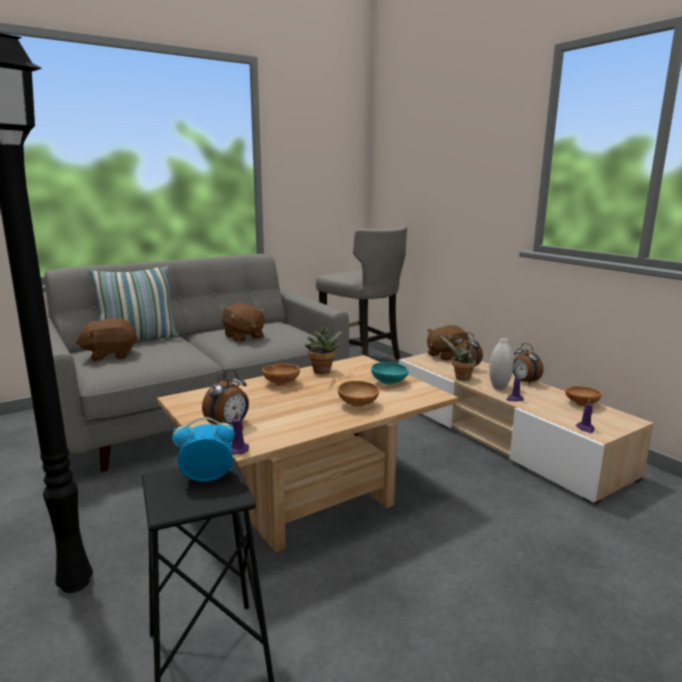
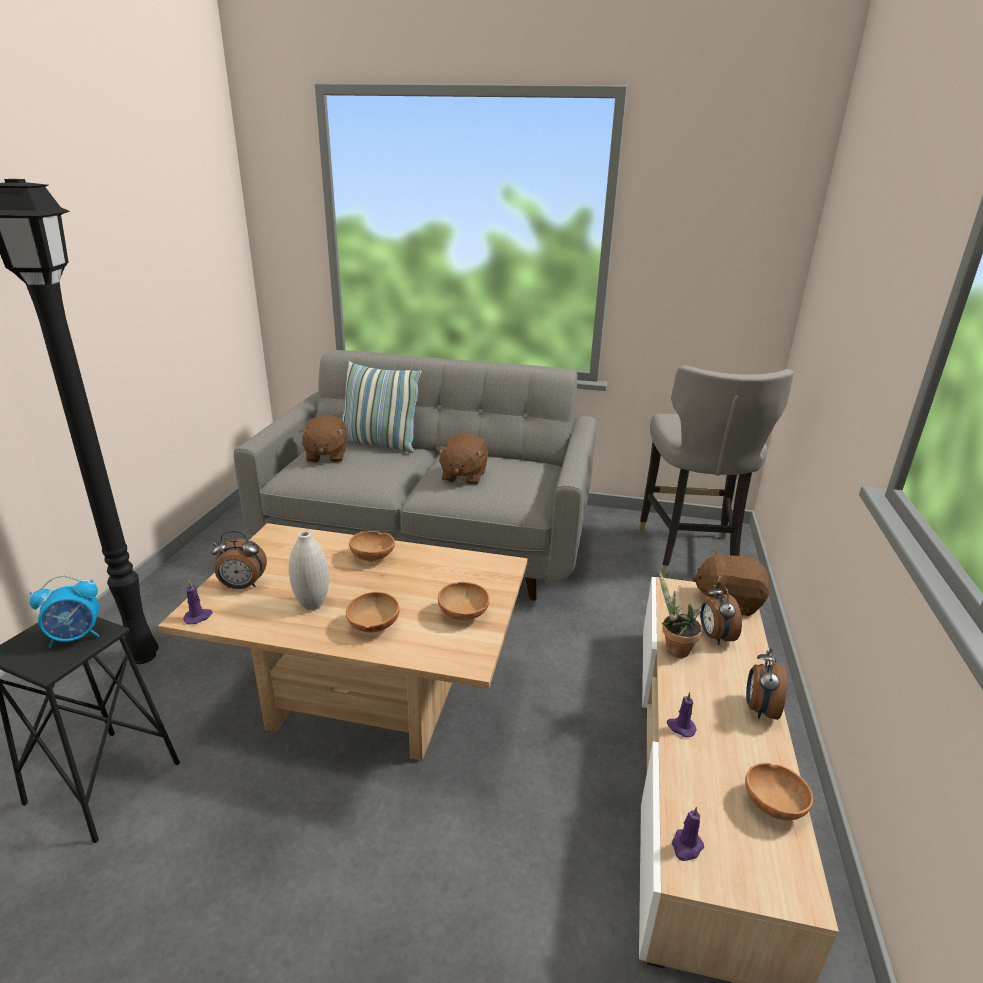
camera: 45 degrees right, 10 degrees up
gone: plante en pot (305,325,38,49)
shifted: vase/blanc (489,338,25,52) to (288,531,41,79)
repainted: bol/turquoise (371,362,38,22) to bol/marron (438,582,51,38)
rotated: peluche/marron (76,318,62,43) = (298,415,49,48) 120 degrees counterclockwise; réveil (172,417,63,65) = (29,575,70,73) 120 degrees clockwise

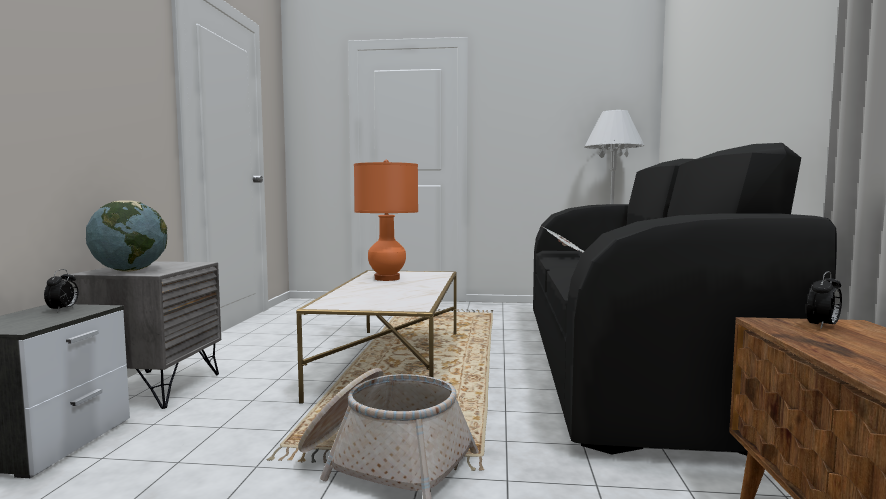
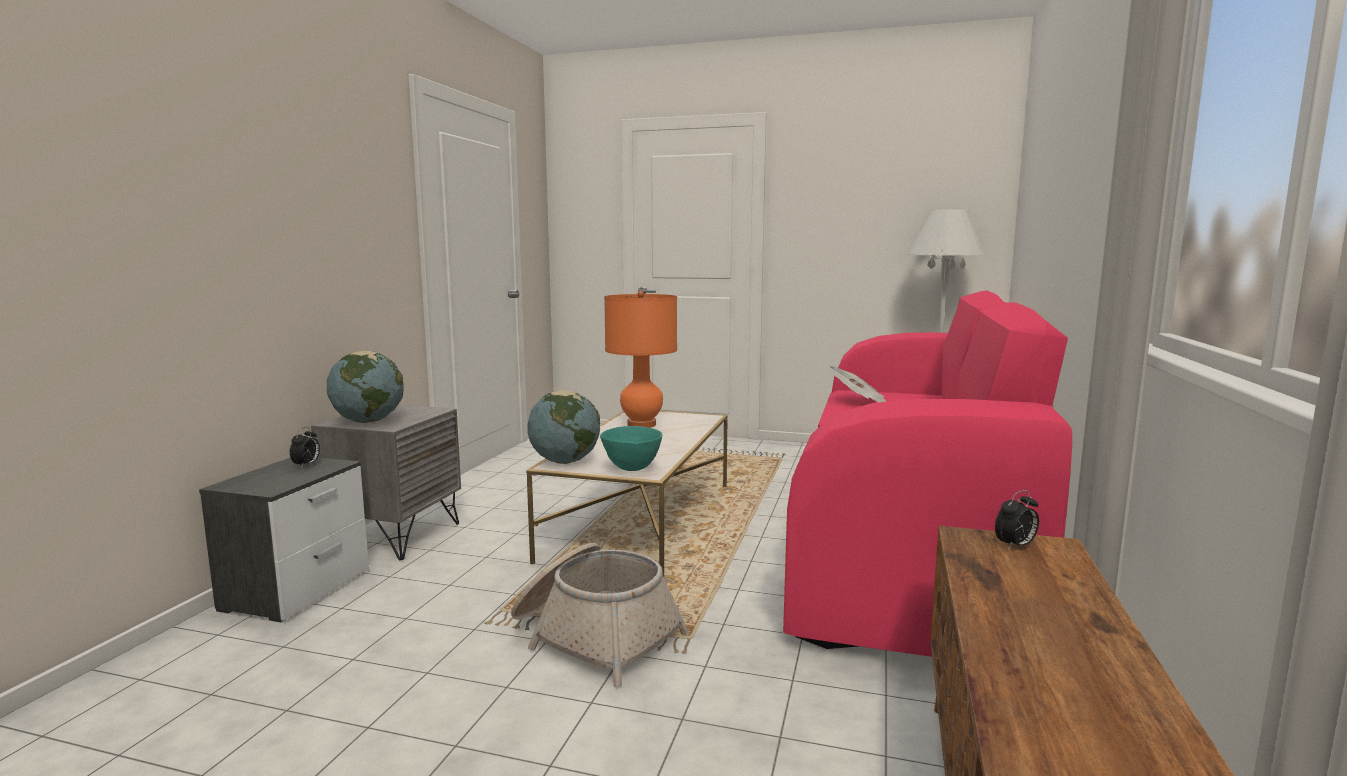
camera: 10 degrees right, 5 degrees up
new: globe (527,390,73,74); bol/turquoise (600,426,62,45)
repainted: canapé/noir (533,143,304,312) to canapé/rose (783,290,289,367)

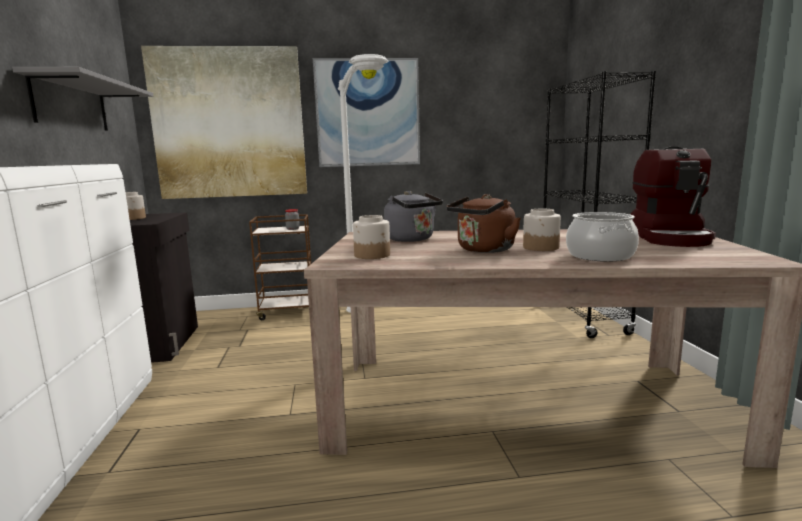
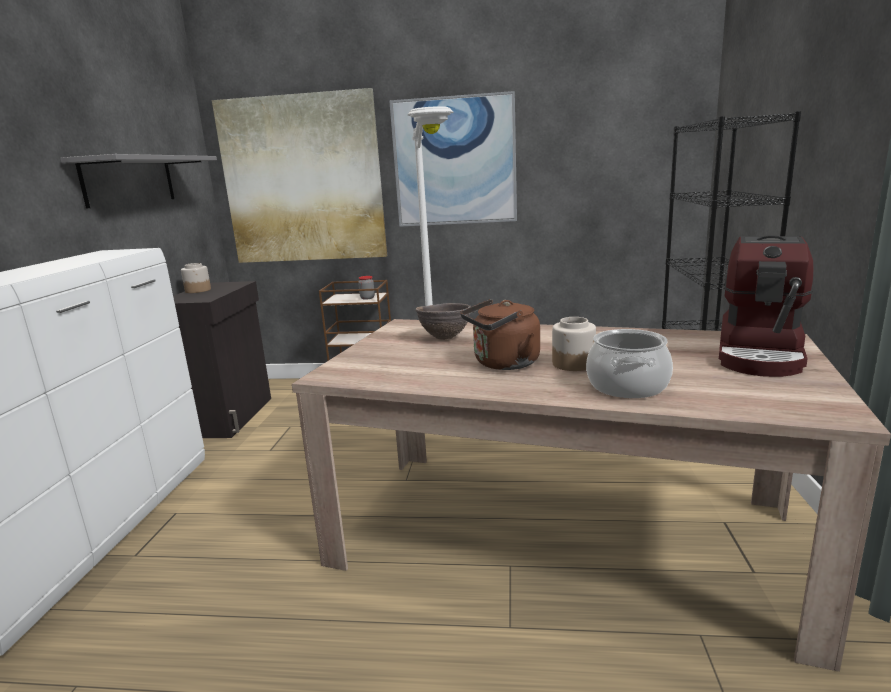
camera: 15 degrees right, 5 degrees up
gone: bocal (353,215,37,44)
swapped: bouilloire/gris (384,191,59,51) to bol/marron (415,303,56,37)

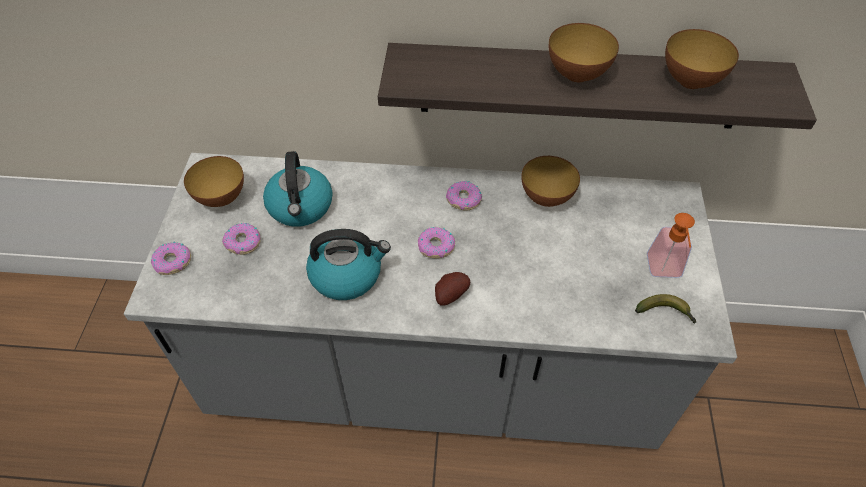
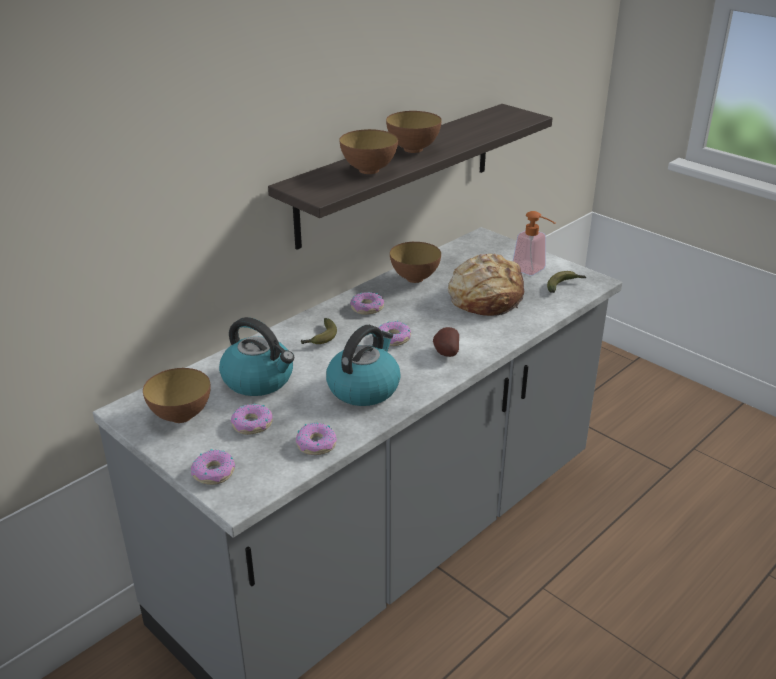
camera: 50 degrees left, 20 degrees down
new: beignet (296,423,41,32); banane (301,318,36,26); pain (448,254,76,62)
shifted: bol (665,29,74,60) to (340,129,58,45)

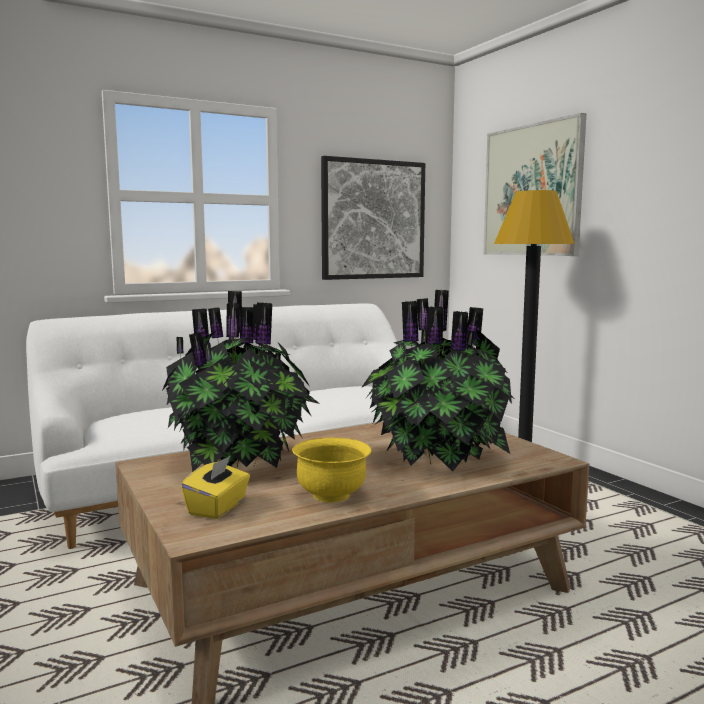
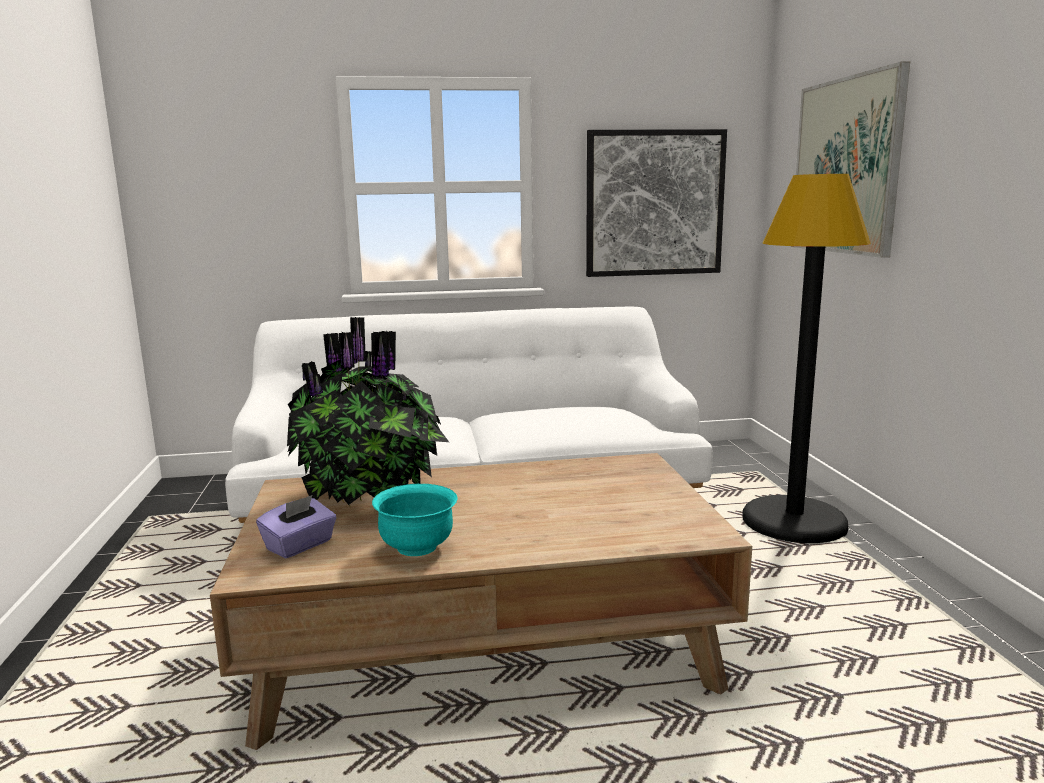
camera: 20 degrees right, 5 degrees up
gone: plante en pot (361,290,155,182)
repainted: boîte à mouchoirs/jaune (181,455,69,64) to boîte à mouchoirs/violet (256,495,81,63); bol/jaune (292,438,79,64) to bol/turquoise (372,484,86,72)

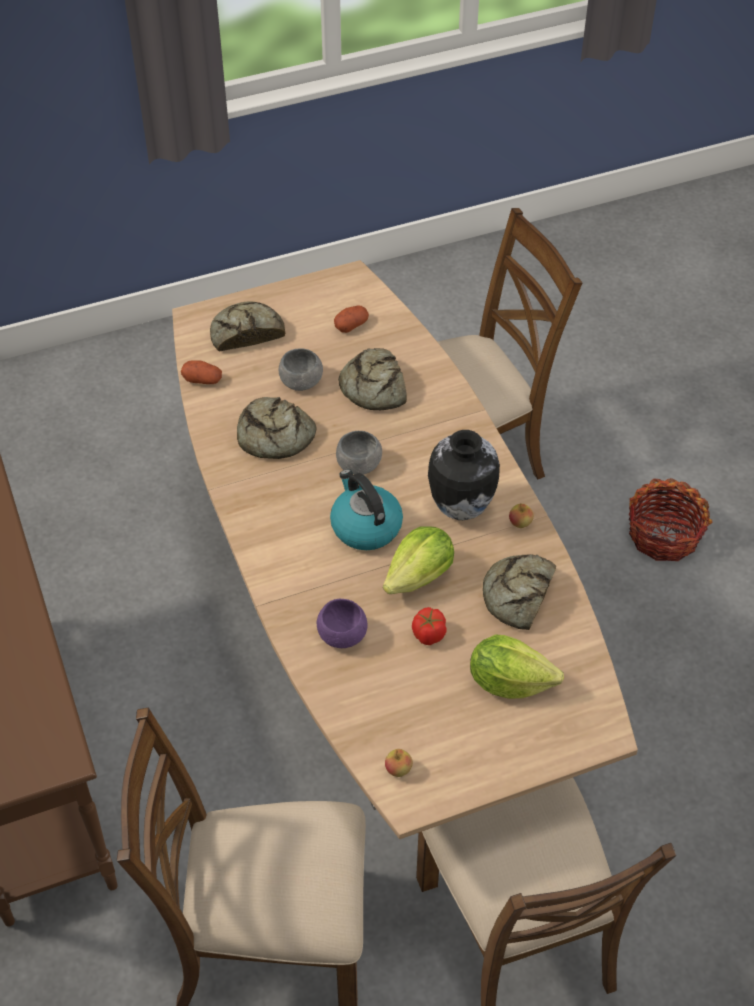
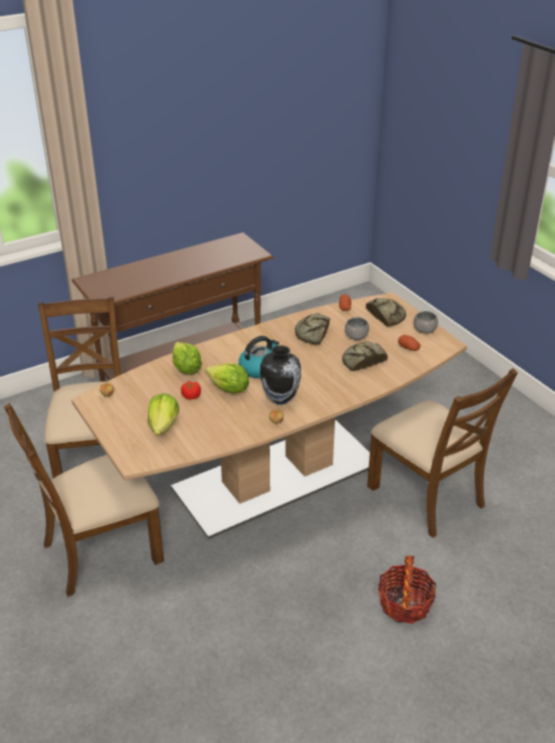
camera: 80 degrees right, 15 degrees down
gone: pain (483,554,73,76)
shifted: bol/gris (336,431,46,44) to (414,311,24,23)
swapped: bol/violet (317,599,50,49) to laitue (172,342,30,33)

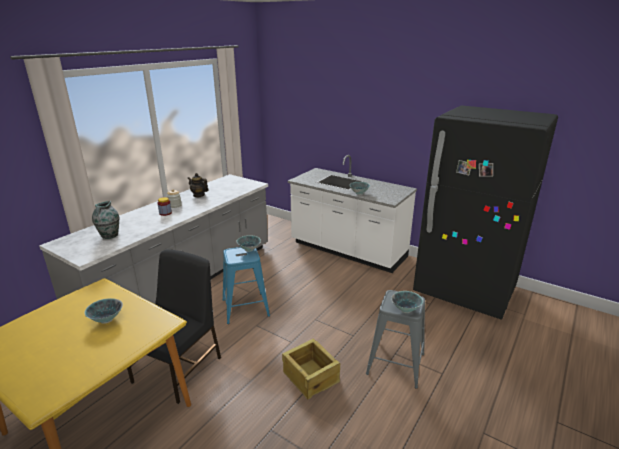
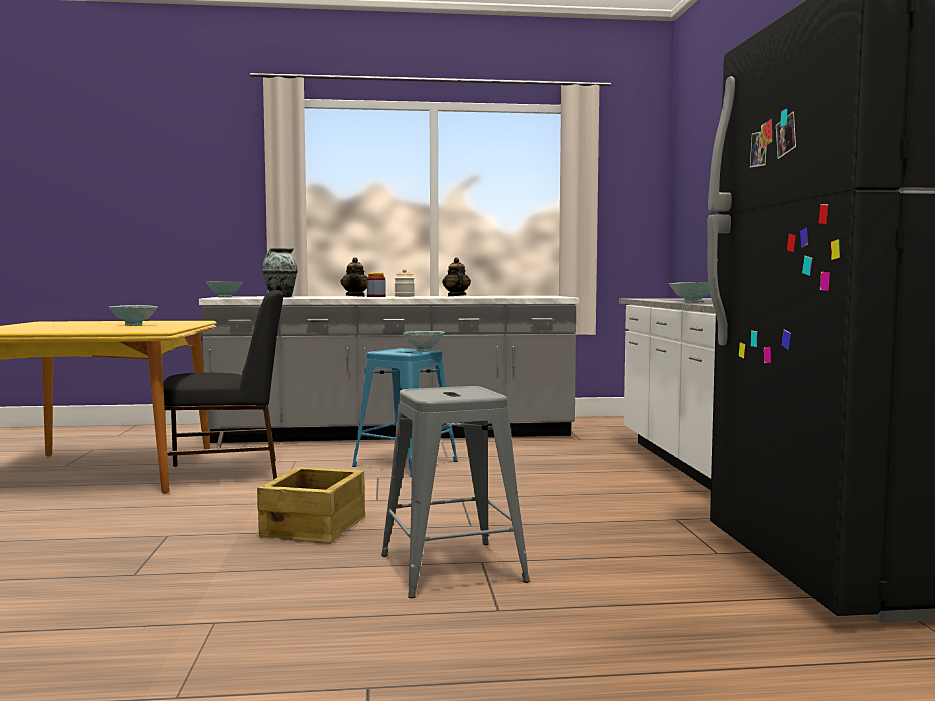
camera: 50 degrees right, 20 degrees down
new: théière (340,257,27,40)
shifted: bol (391,291,32,22) to (205,281,38,16)

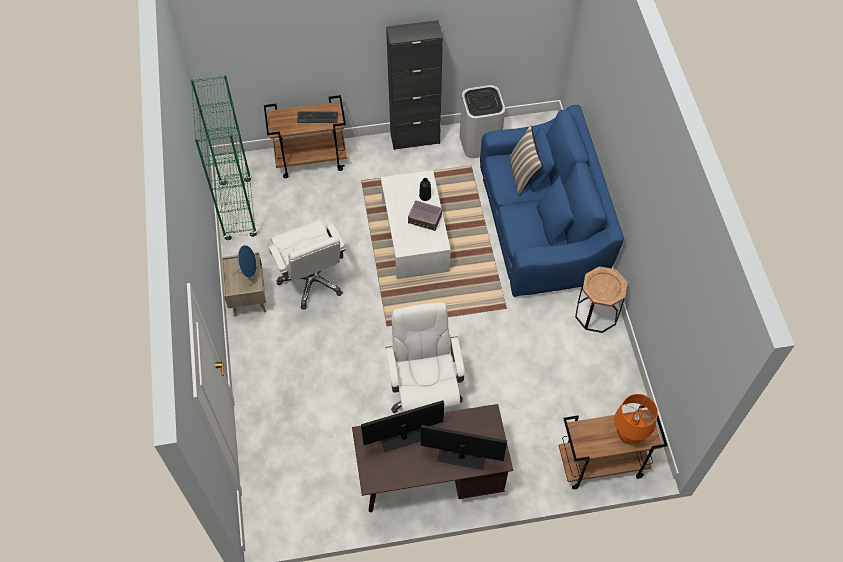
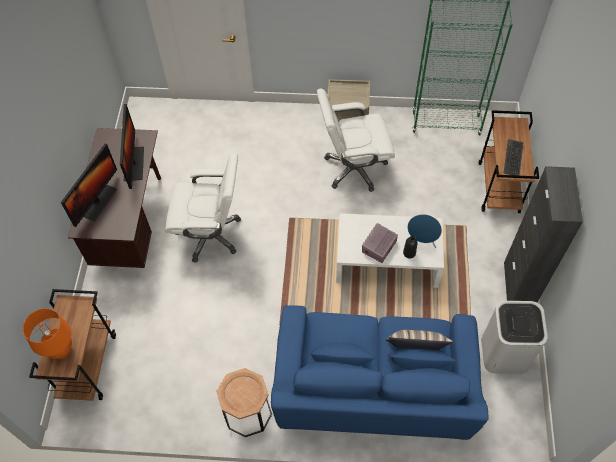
camera: 105 degrees right, 0 degrees up
shifted: enceinte/bleu (233,245,24,43) to (406,214,36,34)

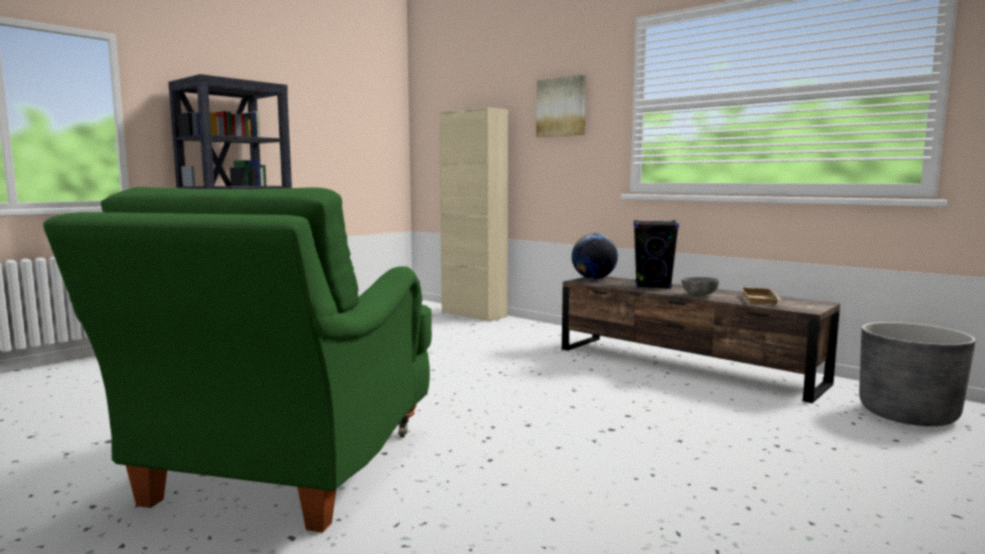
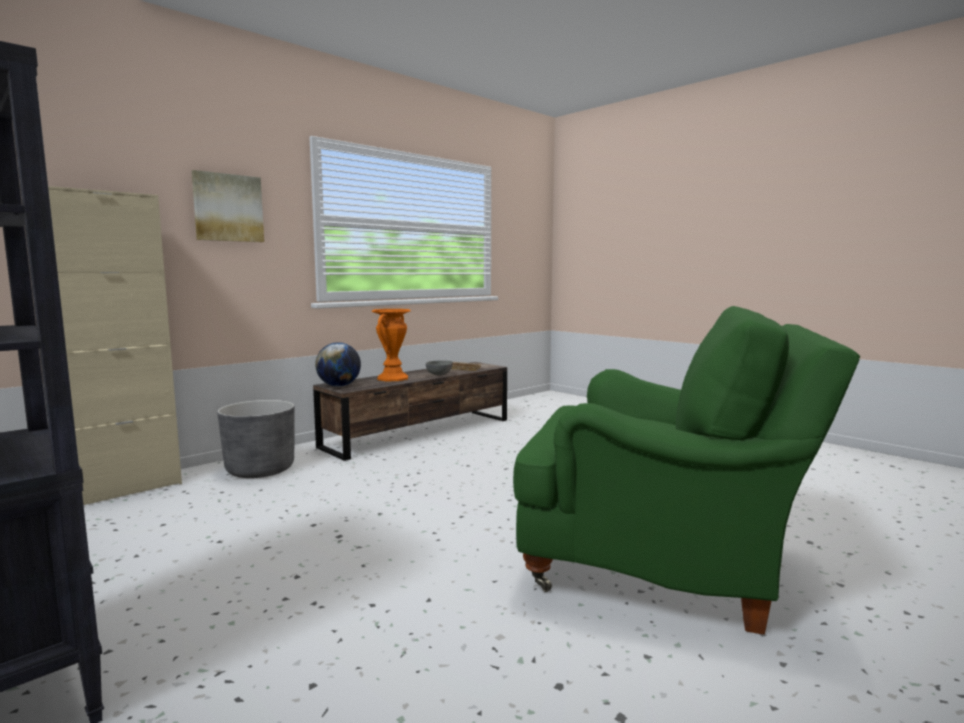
camera: 85 degrees left, 0 degrees up
shifted: cache-pot/gris (860,322,116,104) to (217,400,77,78)
swapped: enceinte/noir (634,220,45,69) to vase/orange (371,309,40,72)

